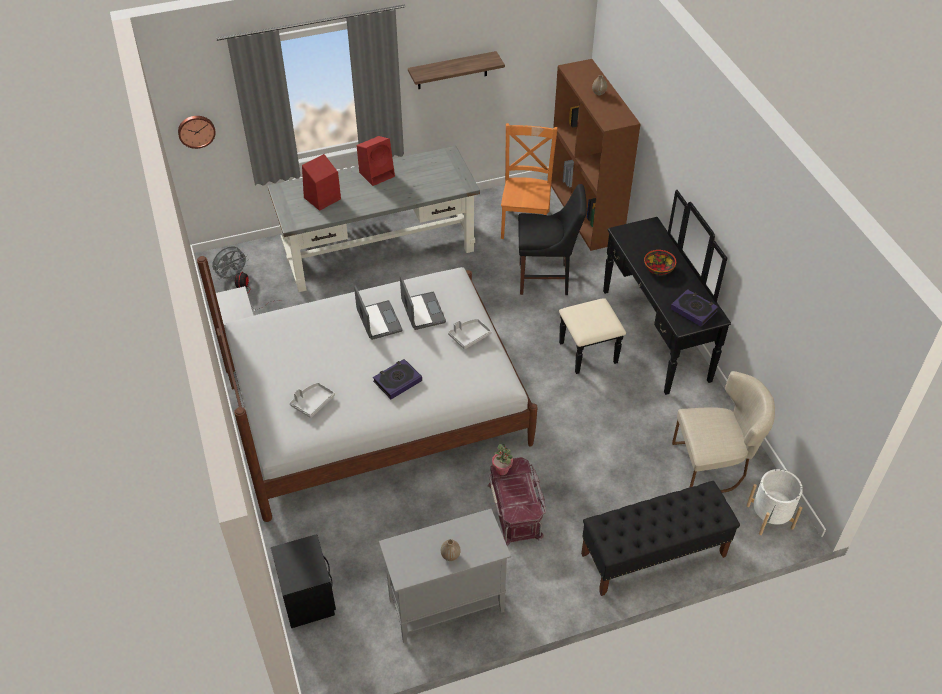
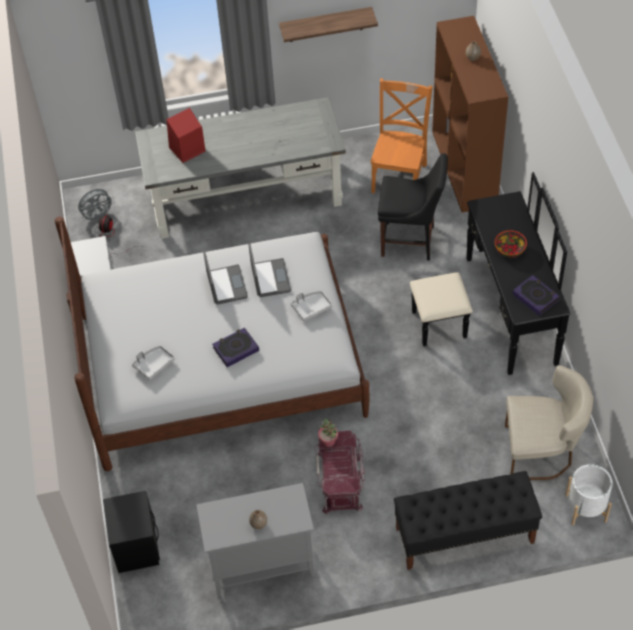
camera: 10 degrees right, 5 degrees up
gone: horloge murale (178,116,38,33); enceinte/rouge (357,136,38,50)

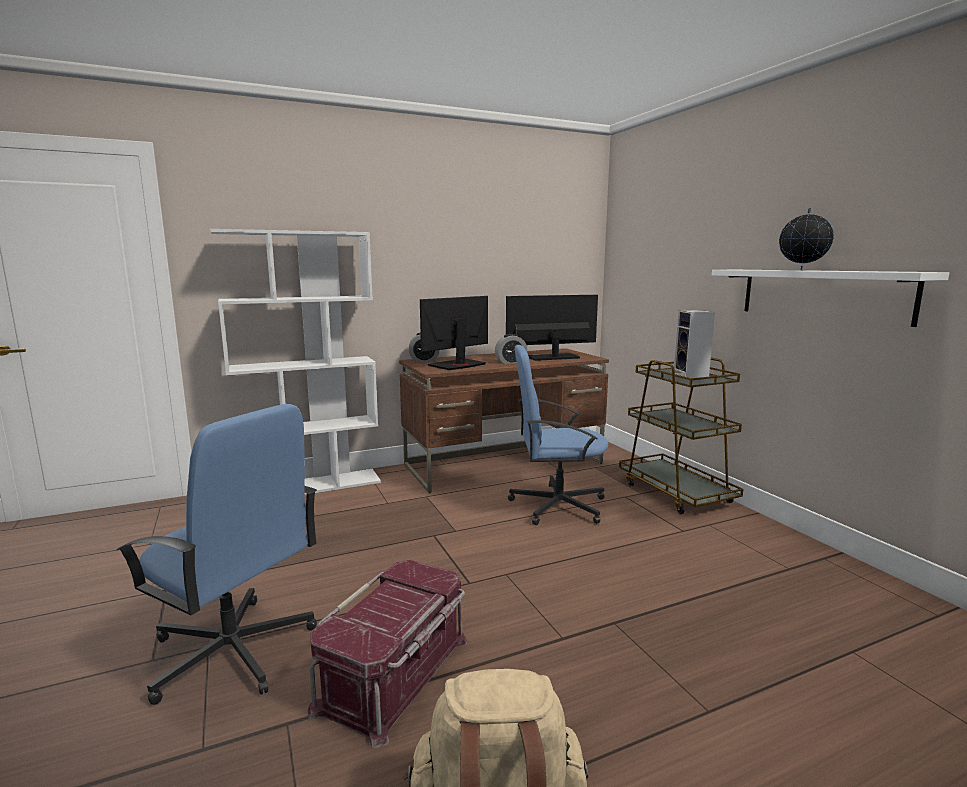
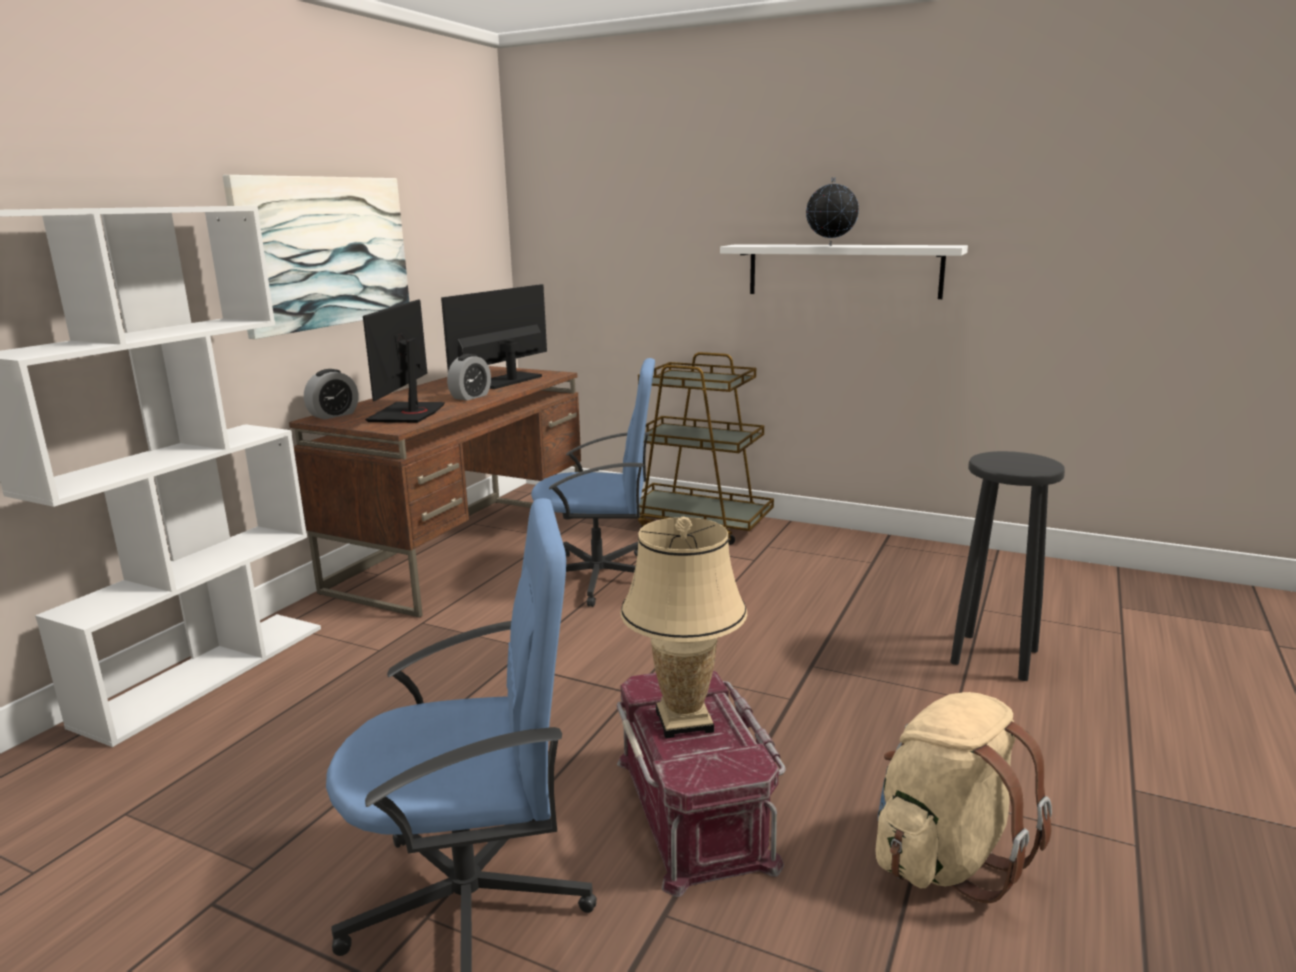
camera: 40 degrees left, 5 degrees up
gone: enceinte (674,310,41,68)
new: tableau (222,175,187,164); lampe de table/beige (620,517,127,221); tabouret/noir (950,451,115,230)
rotated: chaise de bureau/bleu (508,345,101,180) = (531,358,124,249) 135 degrees counterclockwise

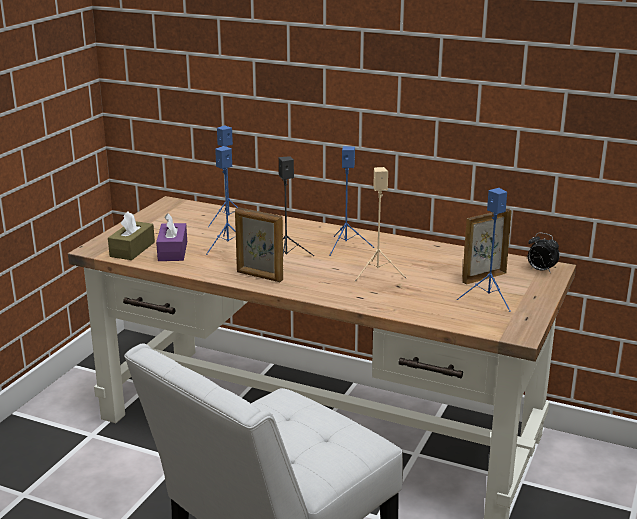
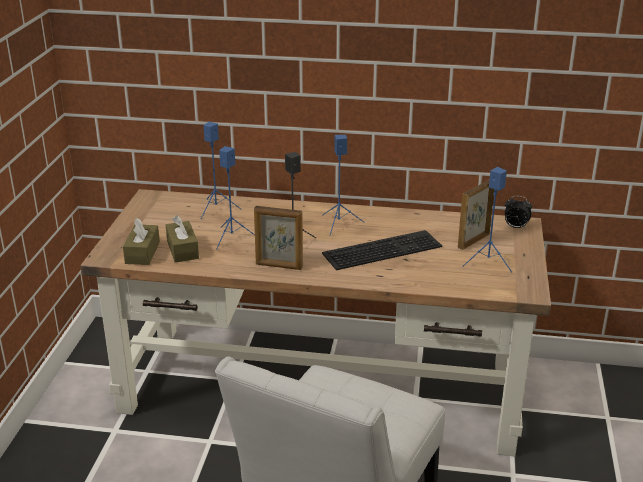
camera: 15 degrees left, 5 degrees up
swapped: enceinte/beige (355,167,51,115) to clavier (322,230,120,40)
repainted: boîte à mouchoirs/violet (156,213,31,48) to boîte à mouchoirs/marron (166,215,33,48)

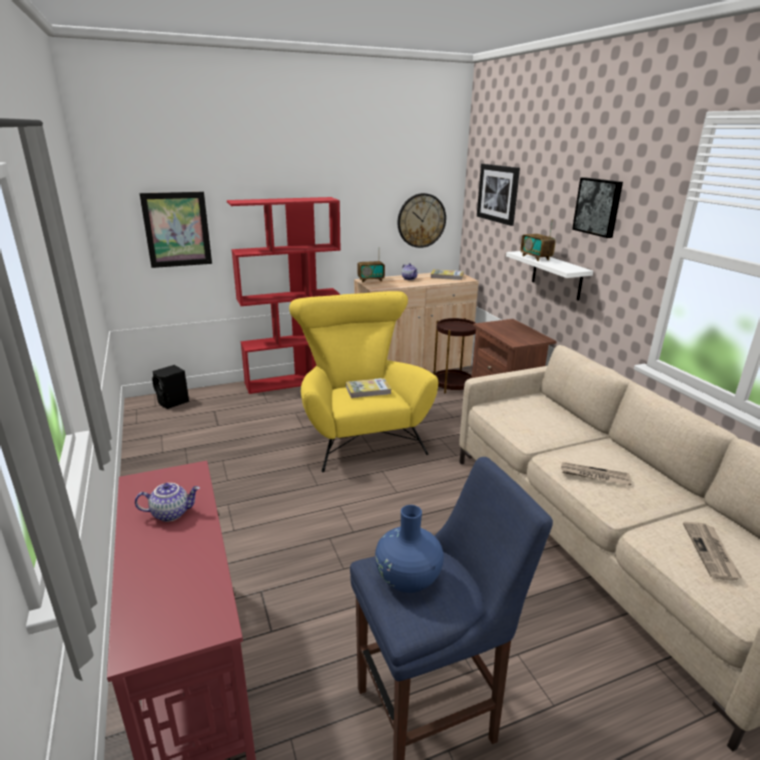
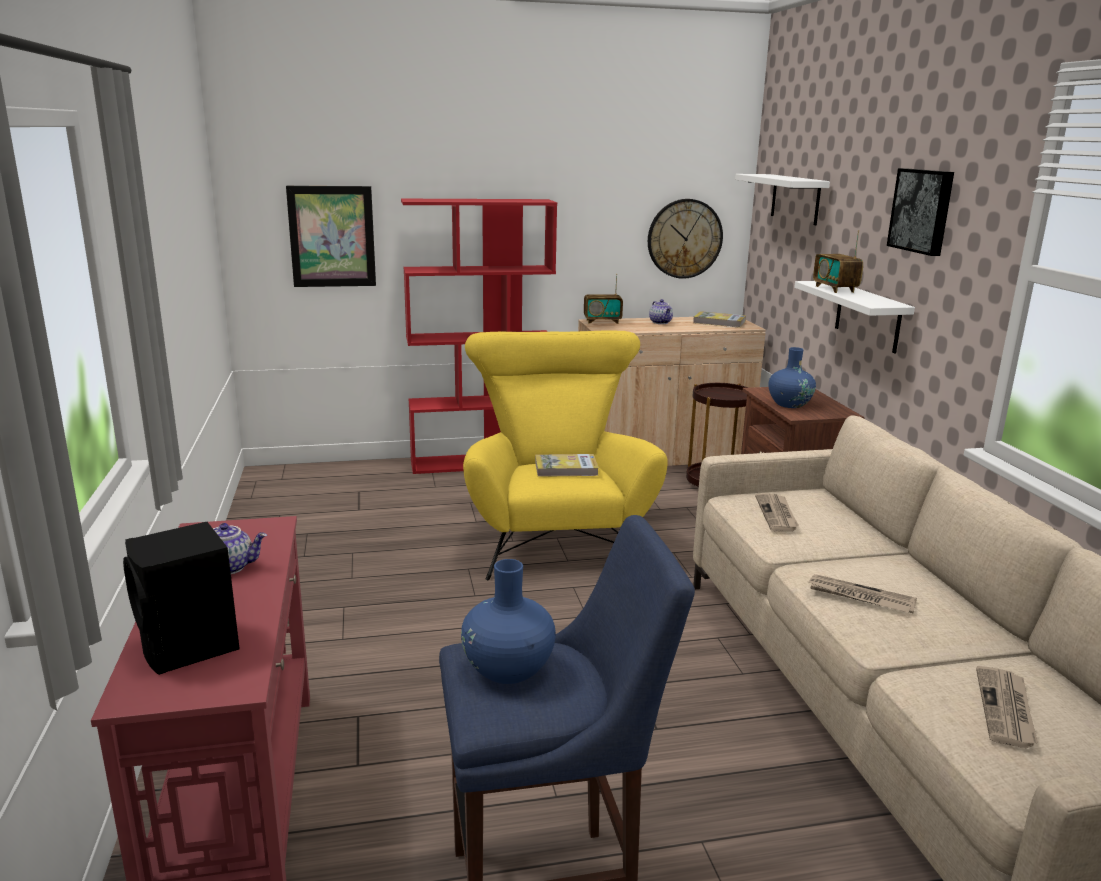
camera: 10 degrees right, 5 degrees down
new: journal (755,493,44,39); vase/bleu (769,347,47,61)
shifted: enceinte/noir (152,365,37,44) to (123,522,117,153)
swapped: tableau (477,164,43,62) to étagère/blanc (735,174,95,51)

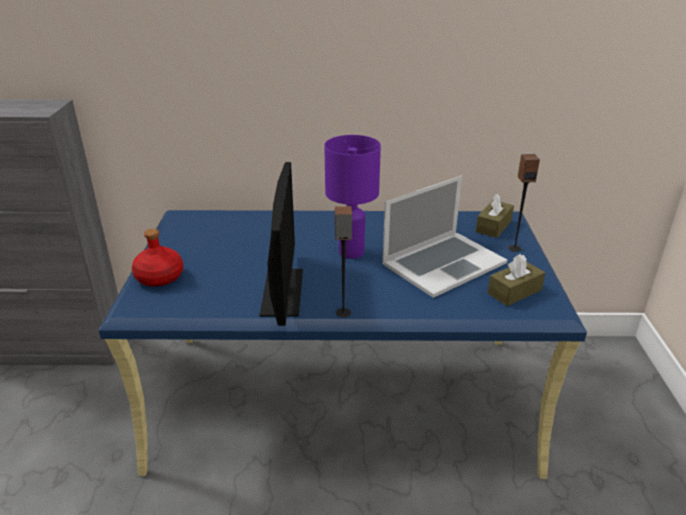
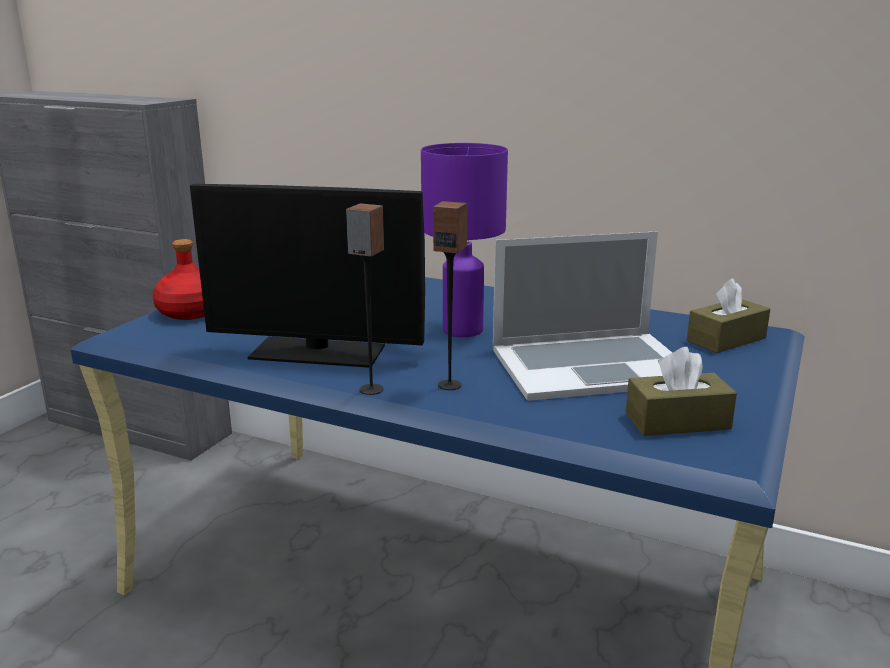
camera: 25 degrees right, 10 degrees down
shifted: enceinte (508,154,32,98) to (433,201,34,189)
rotated: écran d'ordinateur (260,162,43,164) = (190,184,235,184) 75 degrees clockwise

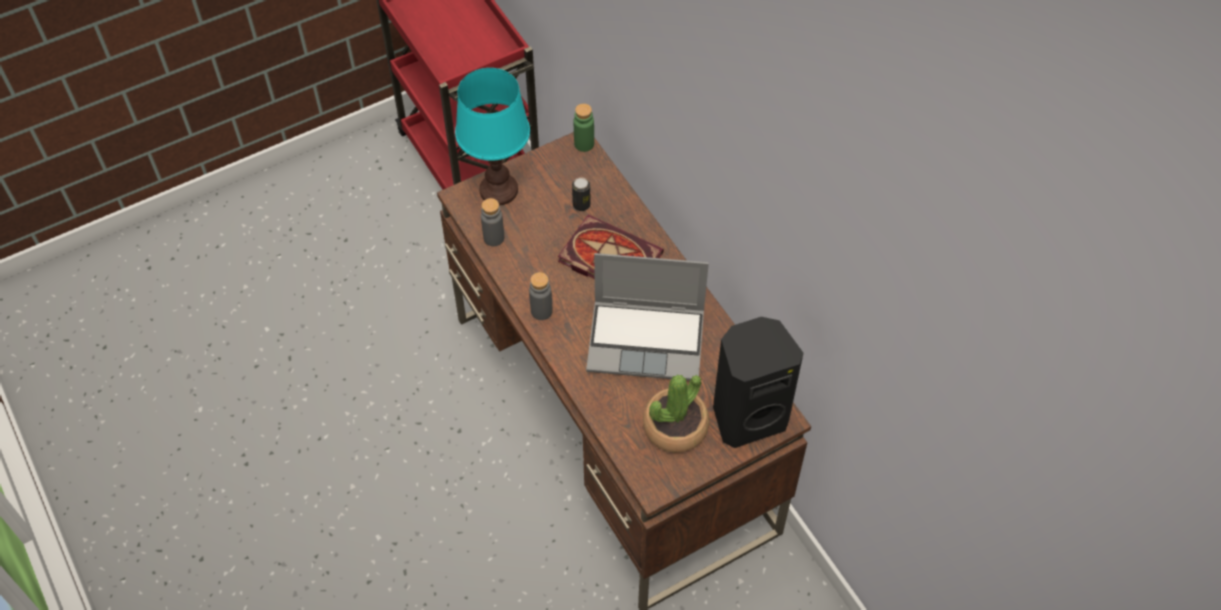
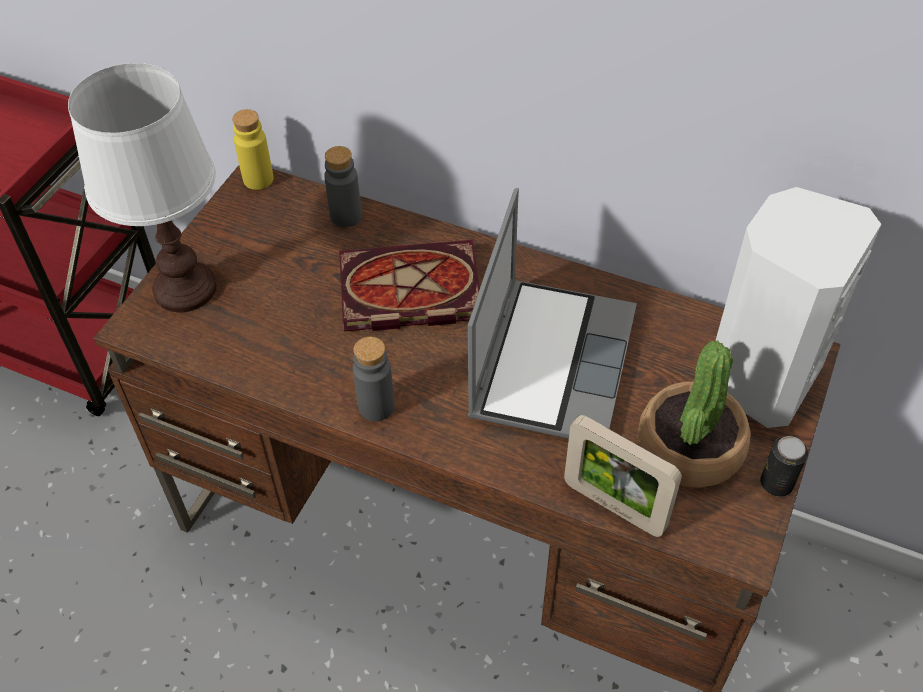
camera: 35 degrees left, 5 degrees down
new: cadre photo (564,415,118,122)
shifted: bouteille/gris (481,198,23,48) to (324,146,38,82); boîte métallique (572,177,19,34) to (760,436,48,61)
repainted: lampe de table/turquoise (455,68,75,138) to lampe de table/blanc (68,63,149,249); bouteille/vert (574,104,20,48) to bouteille/jaune (232,109,42,81); enceinte/noir (713,317,90,131) to enceinte/blanc (715,187,166,241)
rotated: ordinateur portable (586,253,123,128) = (468,188,169,251) 45 degrees counterclockwise

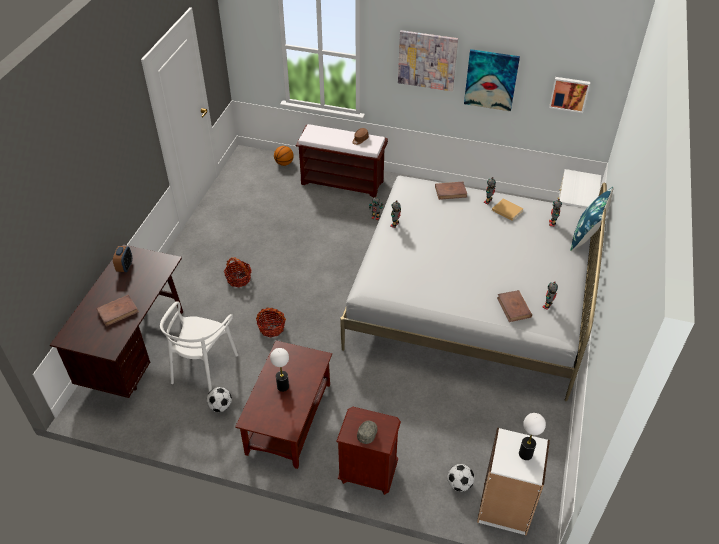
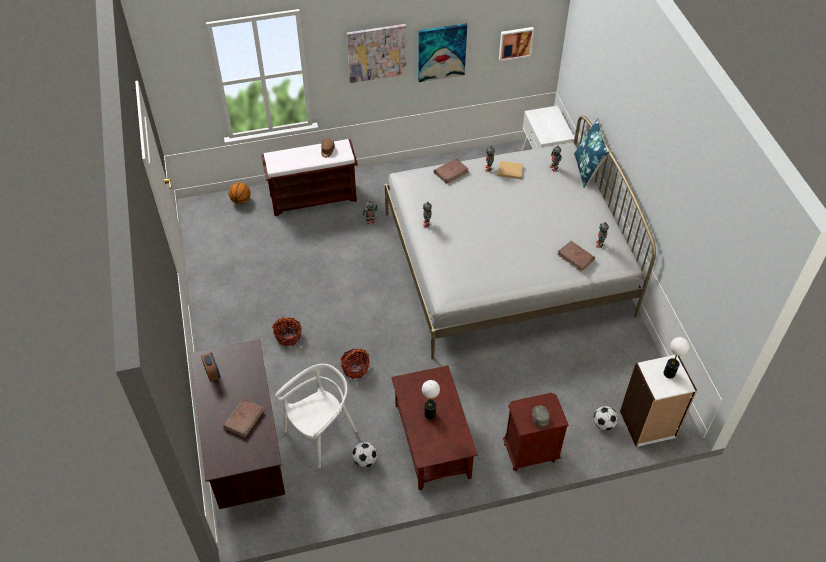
camera: 30 degrees left, 5 degrees up
rotated: chaise/blanc (160,301,78,91) = (275,364,82,104) 120 degrees counterclockwise

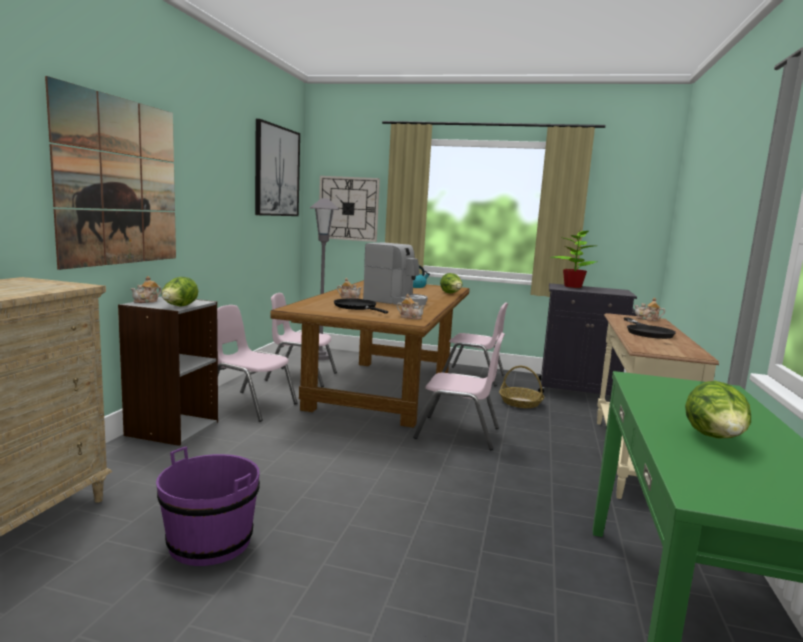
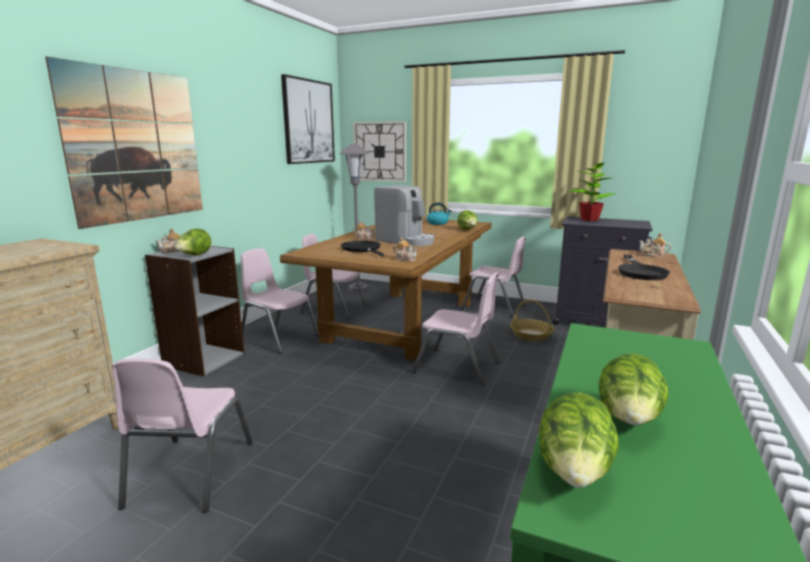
camera: 10 degrees right, 5 degrees up
new: laitue (539,392,80,96)
swapped: seau/violet (156,447,104,119) to chaise/rose (112,359,141,154)

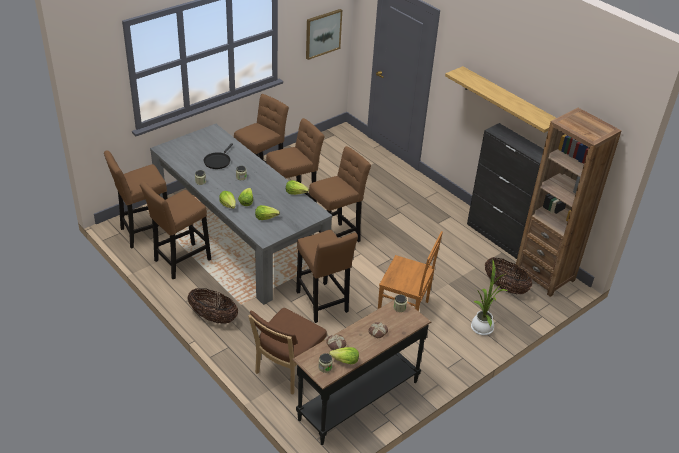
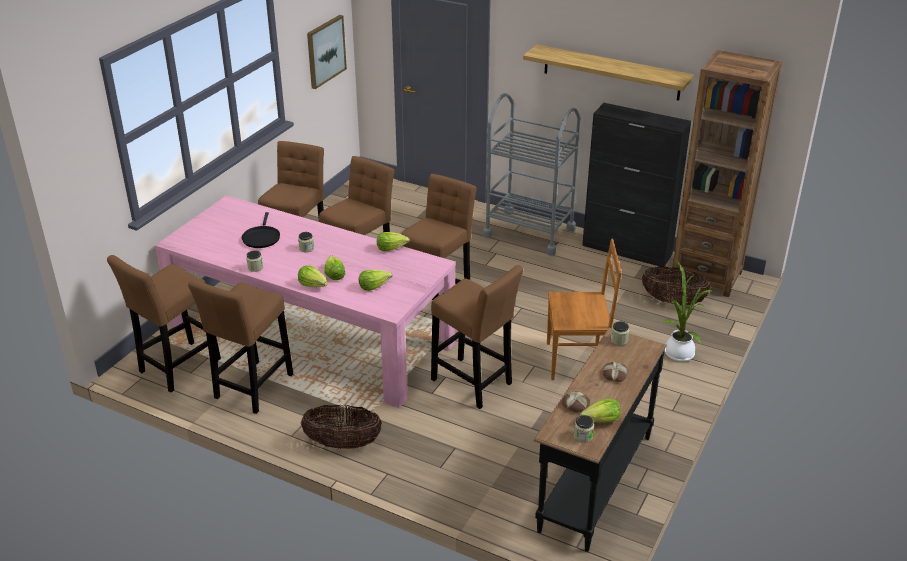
camera: 20 degrees left, 5 degrees down
gone: chaise/marron (248,308,79,87)
new: chariot/gris (483,93,98,163)
repainted: table à manger/gris (150,124,182,181) to table à manger/rose (155,195,301,213)

